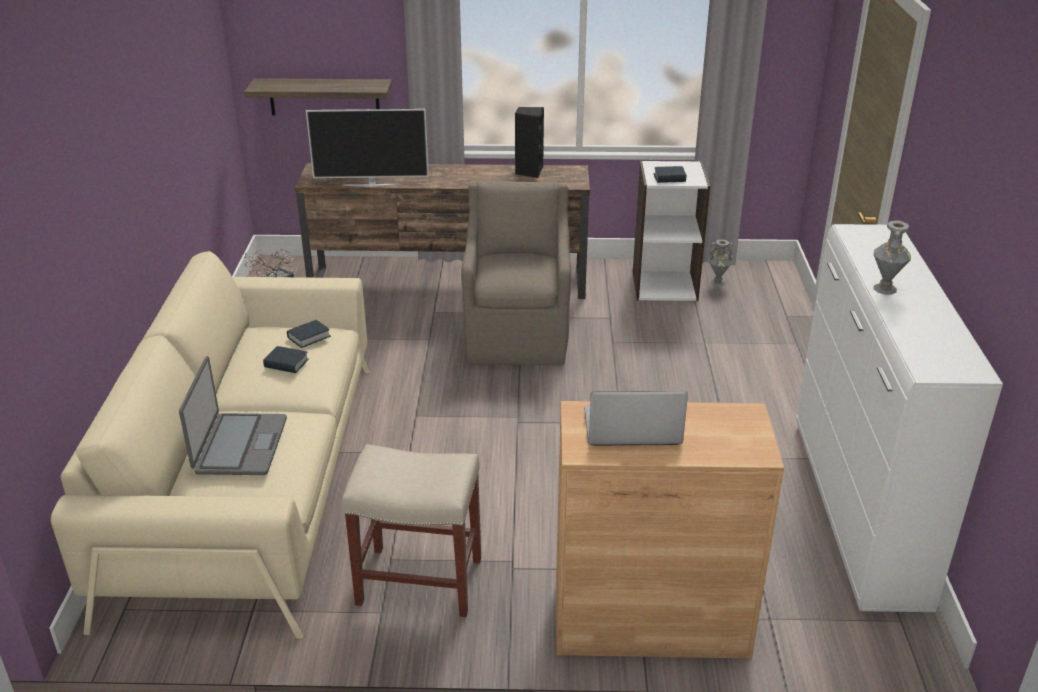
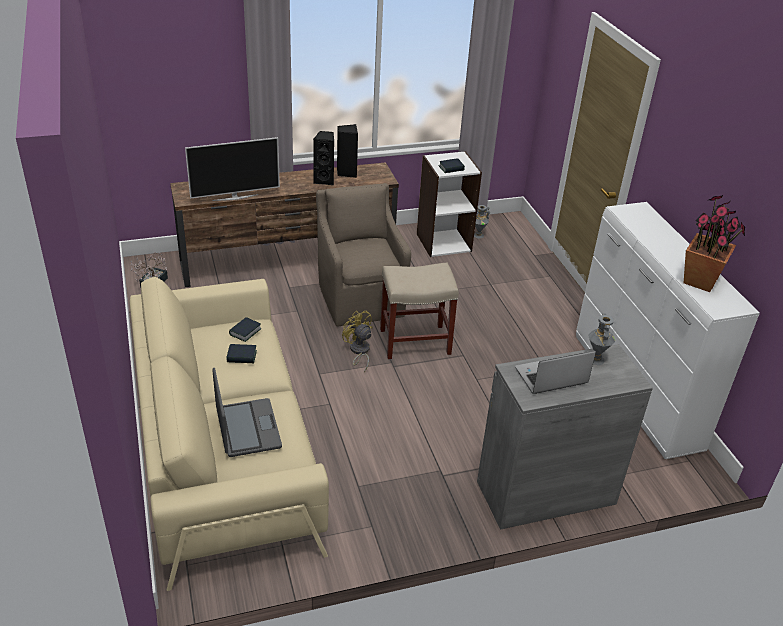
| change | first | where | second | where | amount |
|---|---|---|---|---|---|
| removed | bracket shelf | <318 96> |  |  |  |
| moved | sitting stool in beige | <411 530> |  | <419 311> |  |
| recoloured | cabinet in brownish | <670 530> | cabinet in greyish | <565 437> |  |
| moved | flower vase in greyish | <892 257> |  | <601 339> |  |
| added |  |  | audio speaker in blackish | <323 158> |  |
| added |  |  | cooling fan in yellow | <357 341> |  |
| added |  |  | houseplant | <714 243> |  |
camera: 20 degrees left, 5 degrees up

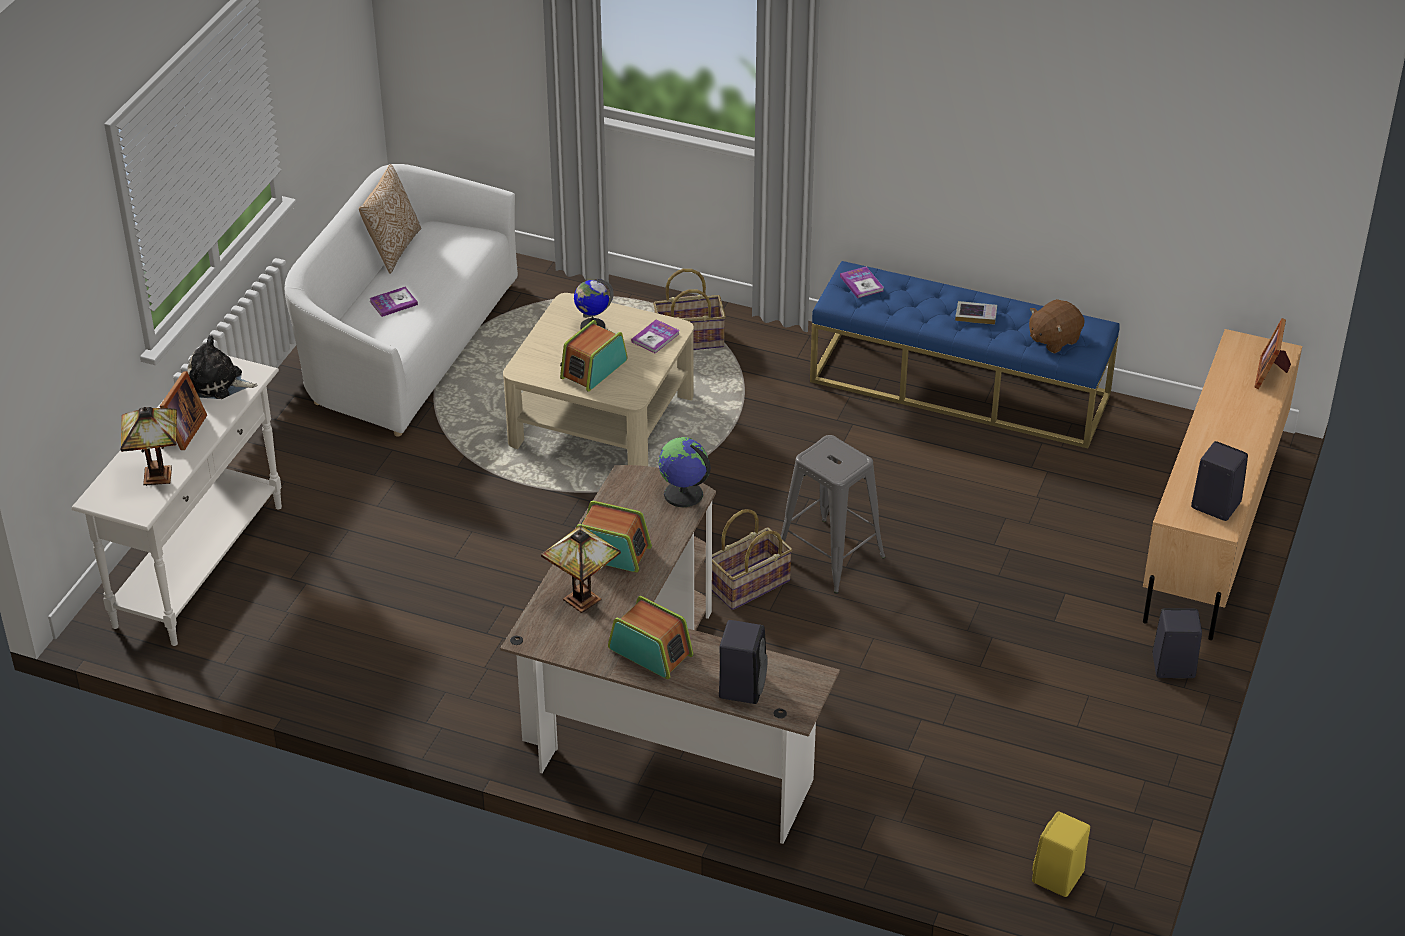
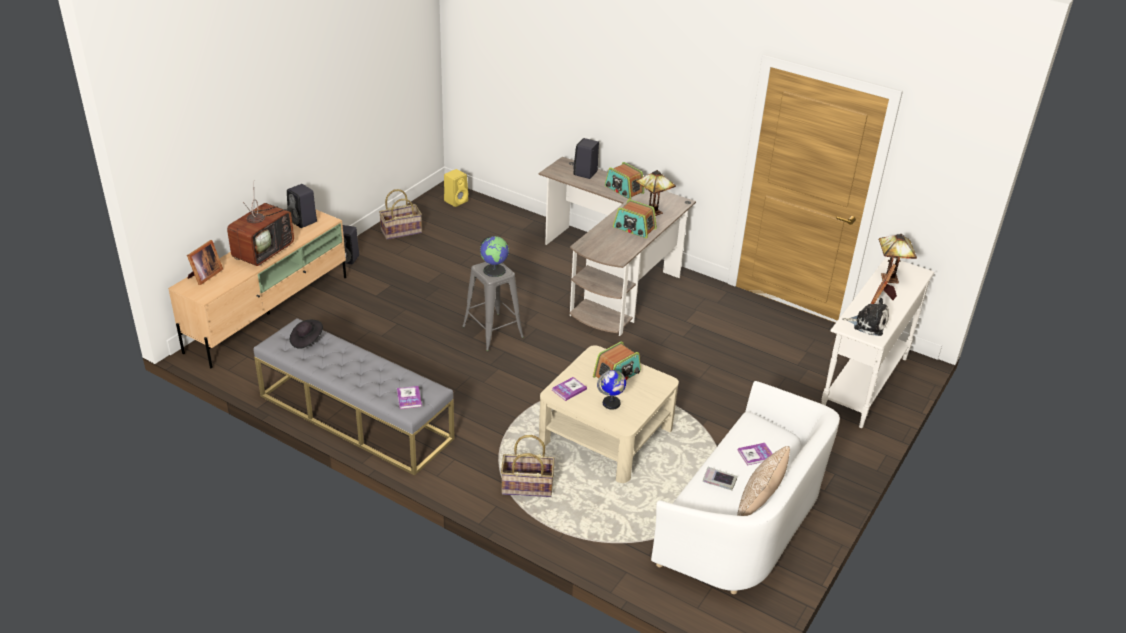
| change | first | where | second | where | amount |
|---|---|---|---|---|---|
| moved | desk globe | <685 472> |  | <494 256> |  |
| moved | basket | <752 559> |  | <400 214> |  |
| recoloured | long seat in bluish | <965 354> | long seat in greyish | <354 397> |  |
| moved | book | <976 313> |  | <720 478> |  |
| replaced | cuddly toy in brownish | <1057 326> | hat in blackish | <306 334> |  |
| added |  |  | TV | <260 223> |  |
camera: 170 degrees left, 5 degrees down

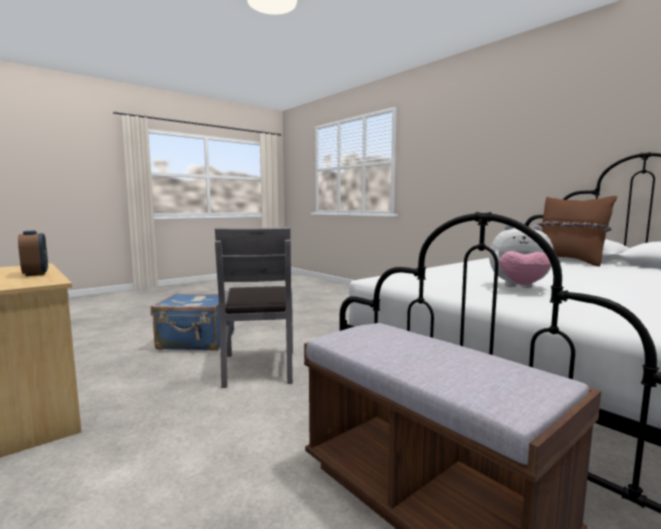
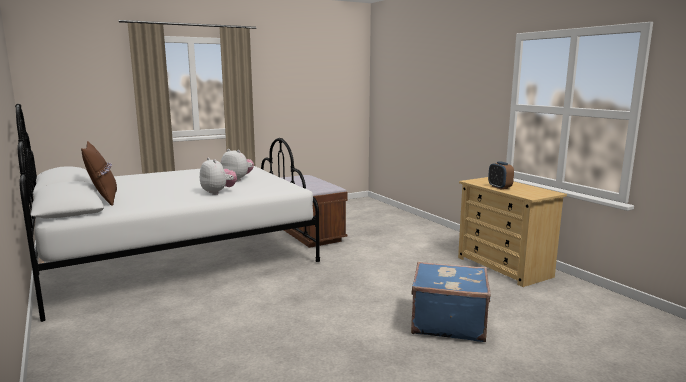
| change | first | where | second | where | amount |
|---|---|---|---|---|---|
| removed | chair in greyish | <254 307> |  |  |  |
| added |  |  | cuddly toy | <218 176> |  |
camera: 170 degrees left, 5 degrees up

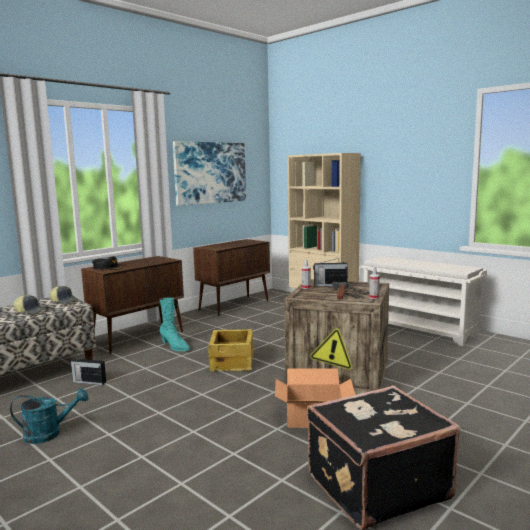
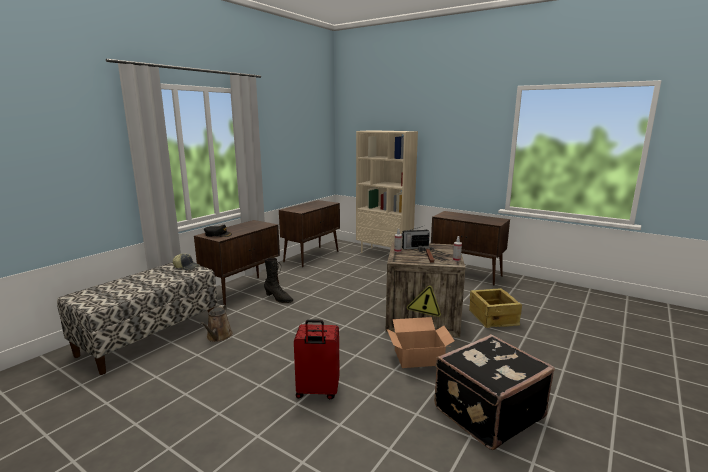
| change | first | where | second | where | amount |
|---|---|---|---|---|---|
| removed | watering can in turquoise | <49 416> |  |  |  |
| removed | baseball cap | <30 305> |  |  |  |
| replaced | radio set | <88 370> | watering can in brownish | <216 323> |  |
| recoloured | high-top boot in turquoise | <175 324> | high-top boot in blackish | <278 280> |  |
| removed | picture | <209 173> |  |  |  |
| moved | shipping crate | <230 350> |  | <495 308> |  |
| replaced | shoe rack in white | <423 301> | cabinet in brownish | <470 248> |  |
| added |  |  | piece of luggage in red | <317 359> |  |
camera: 10 degrees left, 5 degrees up

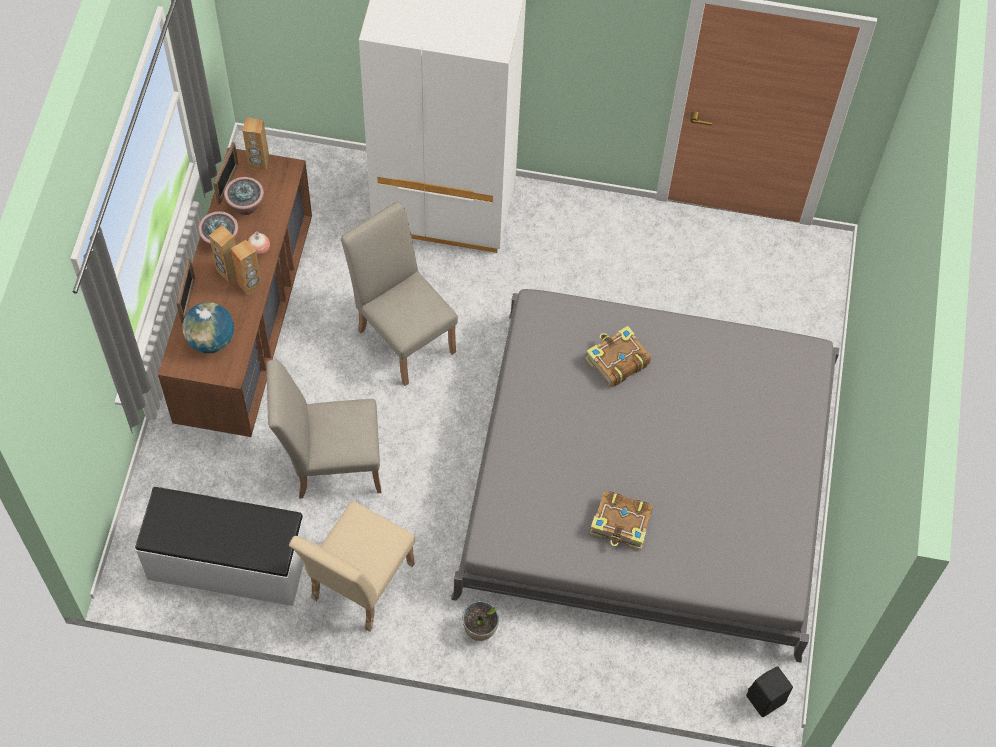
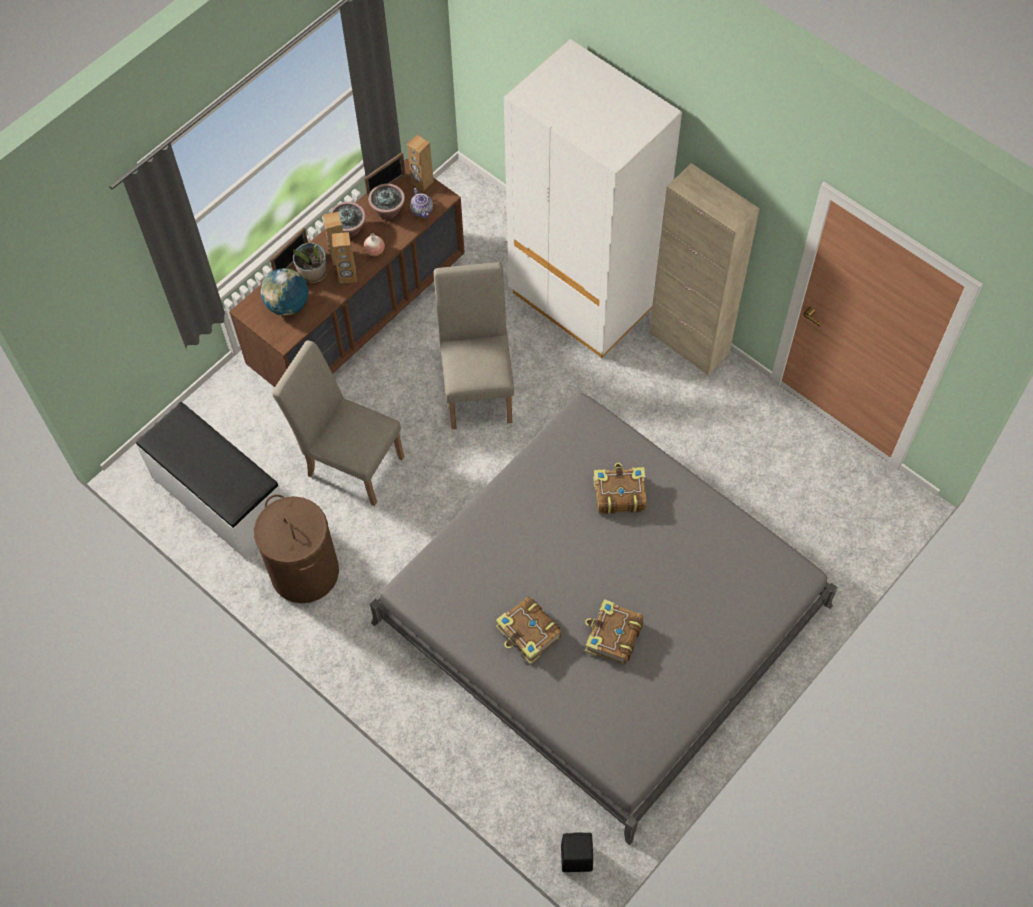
| change | first | where | second | where | amount |
|---|---|---|---|---|---|
| replaced | chair in beige | <352 566> | laundry basket in brownish | <296 548> |  |
| moved | houseplant | <480 621> |  | <310 263> |  |
| added |  |  | tea pot | <421 203> |  |
| added |  |  | book | <614 632> |  |
| added |  |  | cabinet in beige | <704 269> |  |
camera: 35 degrees right, 0 degrees up

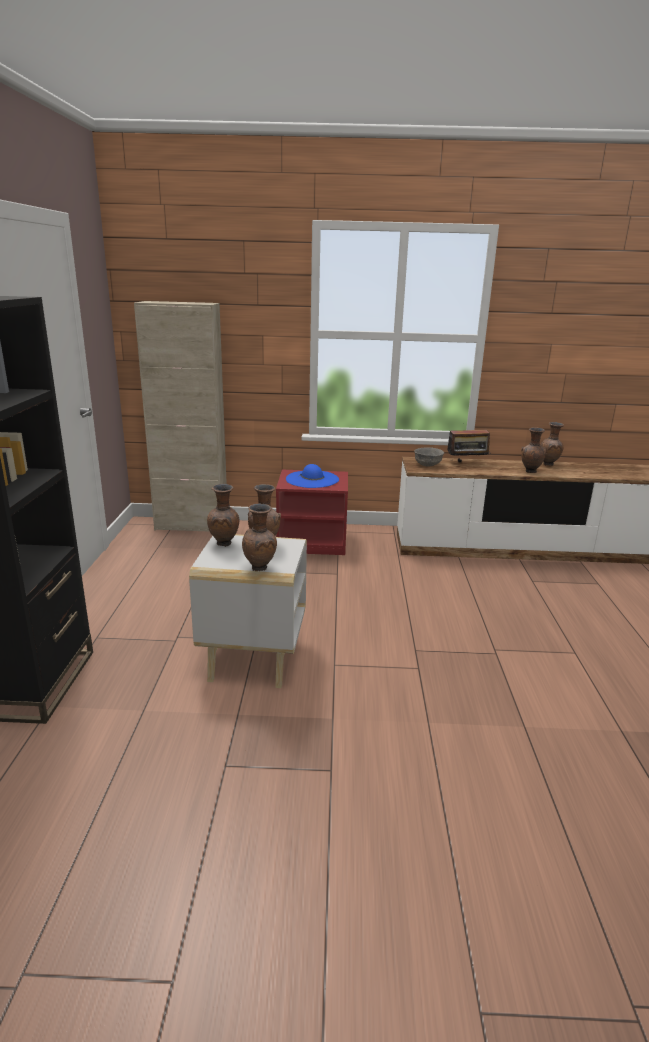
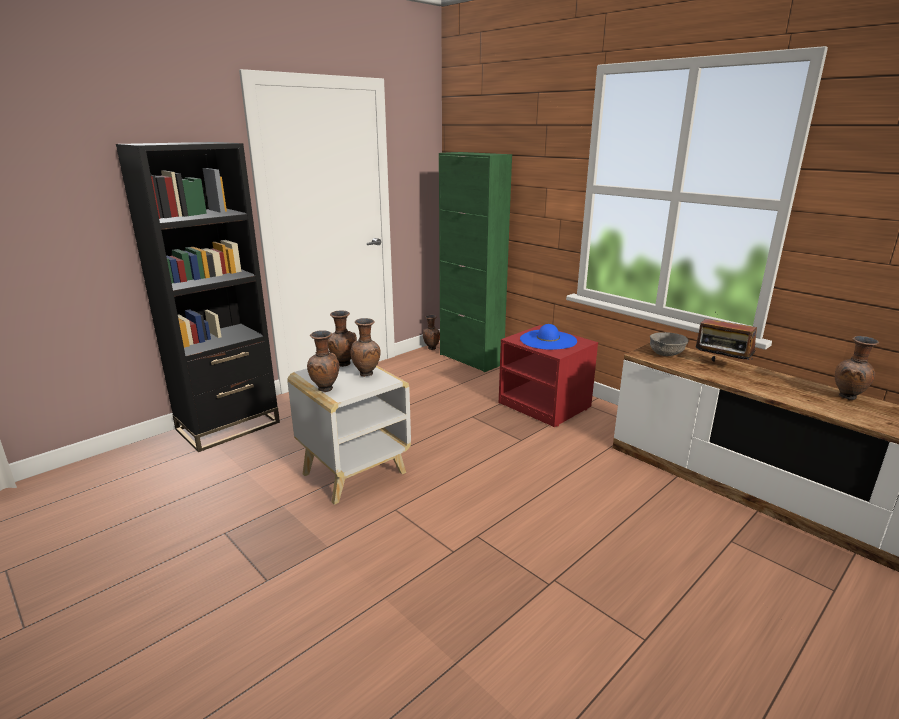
| change | first | where | second | where | amount |
|---|---|---|---|---|---|
| recoloured | cabinet in beige | <180 416> | cabinet in green | <475 262> |  |
| moved | flower vase in brownish | <534 450> |  | <431 332> |  |
camera: 45 degrees right, 0 degrees up

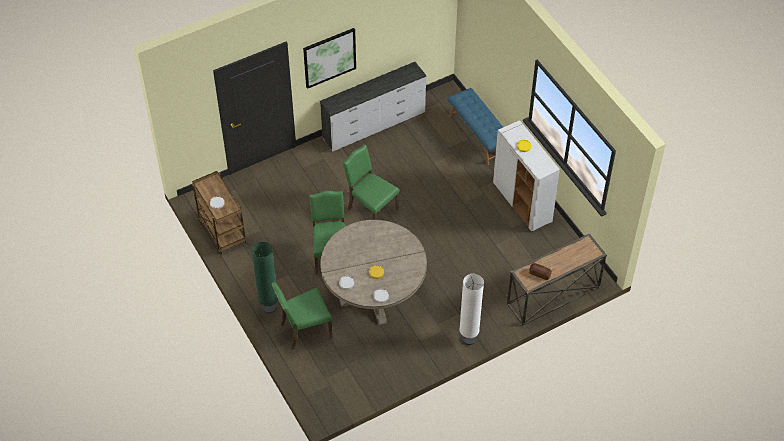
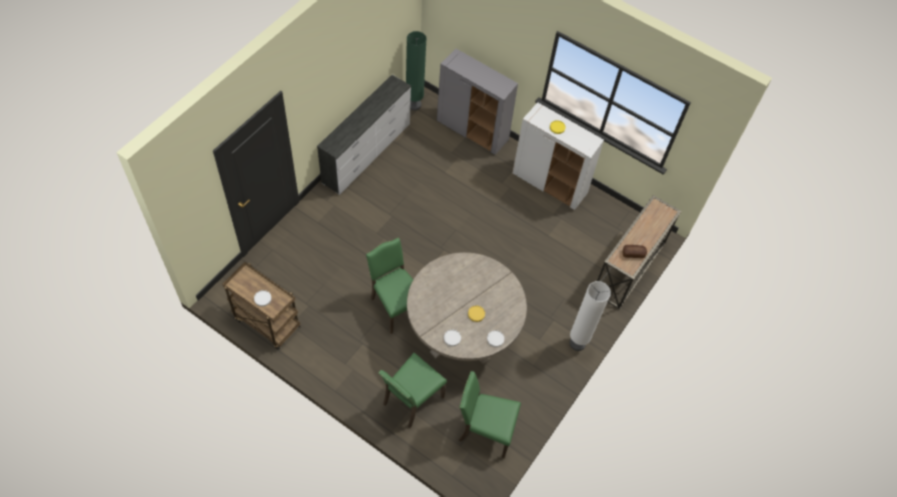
| change | first | where | second | where | amount |
|---|---|---|---|---|---|
| moved | floor lamp in green | <265 277> |  | <416 70> |  |
| removed | picture | <329 58> |  |  |  |
| moved | chair in green | <371 182> |  | <489 414> |  |
| replaced | long seat in bluish | <475 126> | cabinet in greyish | <477 102> |  |
camera: 30 degrees left, 5 degrees up

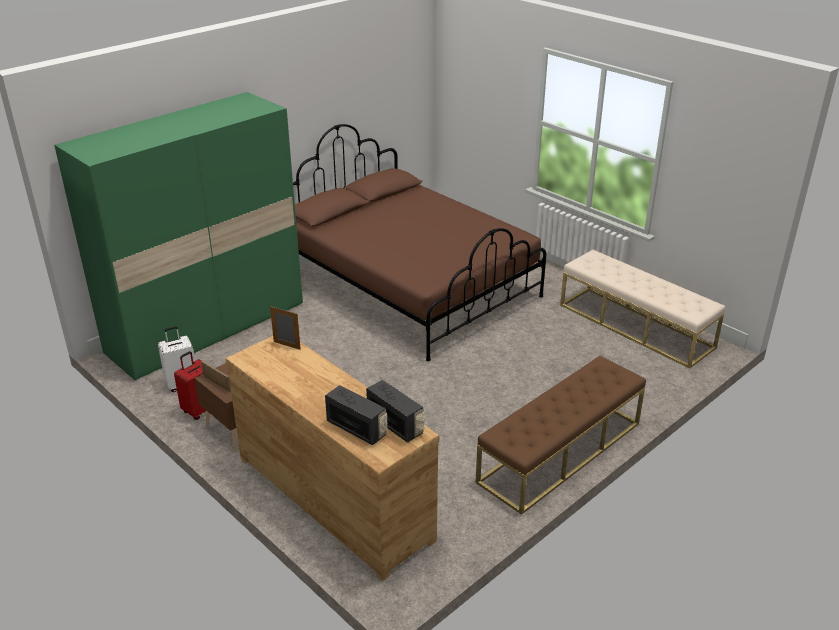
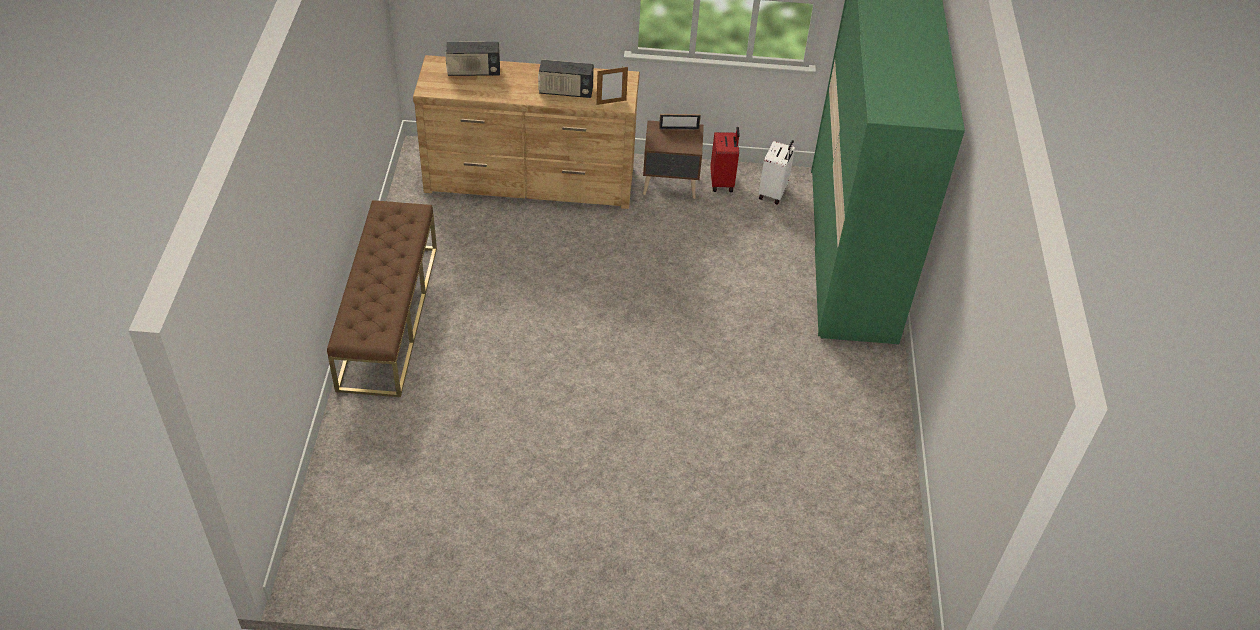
| change | first | where | second | where | amount |
|---|---|---|---|---|---|
| removed | bed in brownish | <419 242> |  |  |  |
| moved | radio set | <395 411> |  | <566 78> |  |
| removed | long seat in beige | <642 309> |  |  |  |
camera: 135 degrees right, 15 degrees up

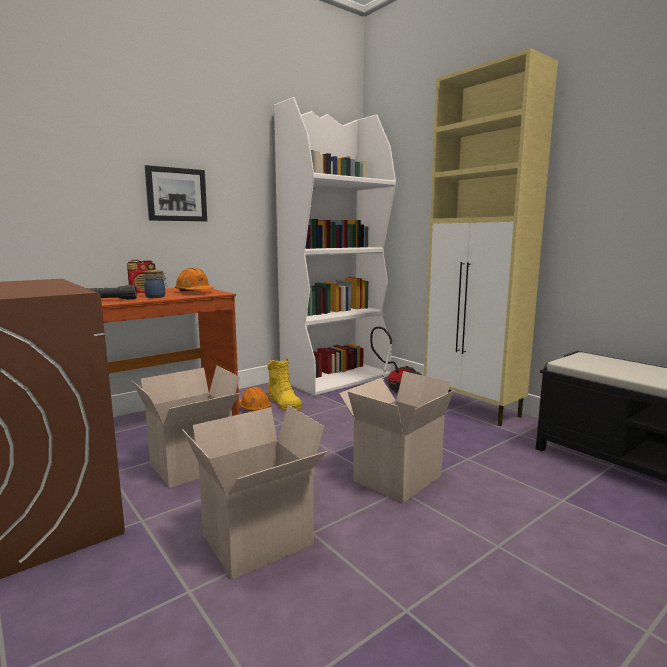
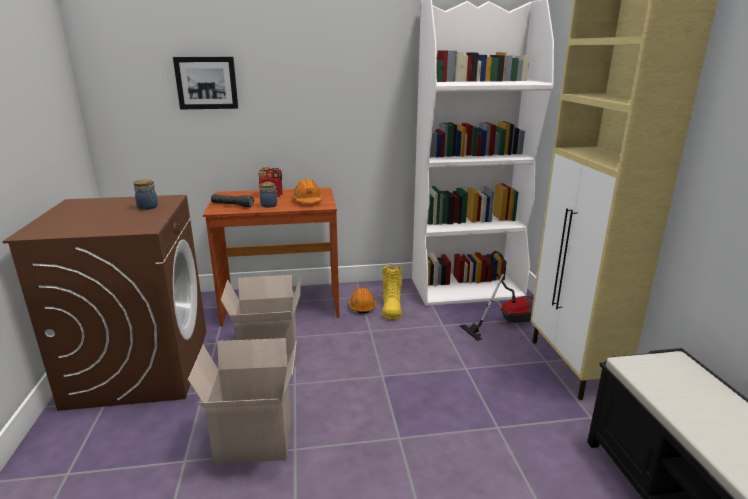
| change | first | where | second | where | amount |
|---|---|---|---|---|---|
| moved | picture | <176 193> |  | <205 83> |  |
| removed | carton | <397 437> |  |  |  |
| added |  |  | storage jar | <145 194> |  |
camera: 30 degrees right, 10 degrees up

